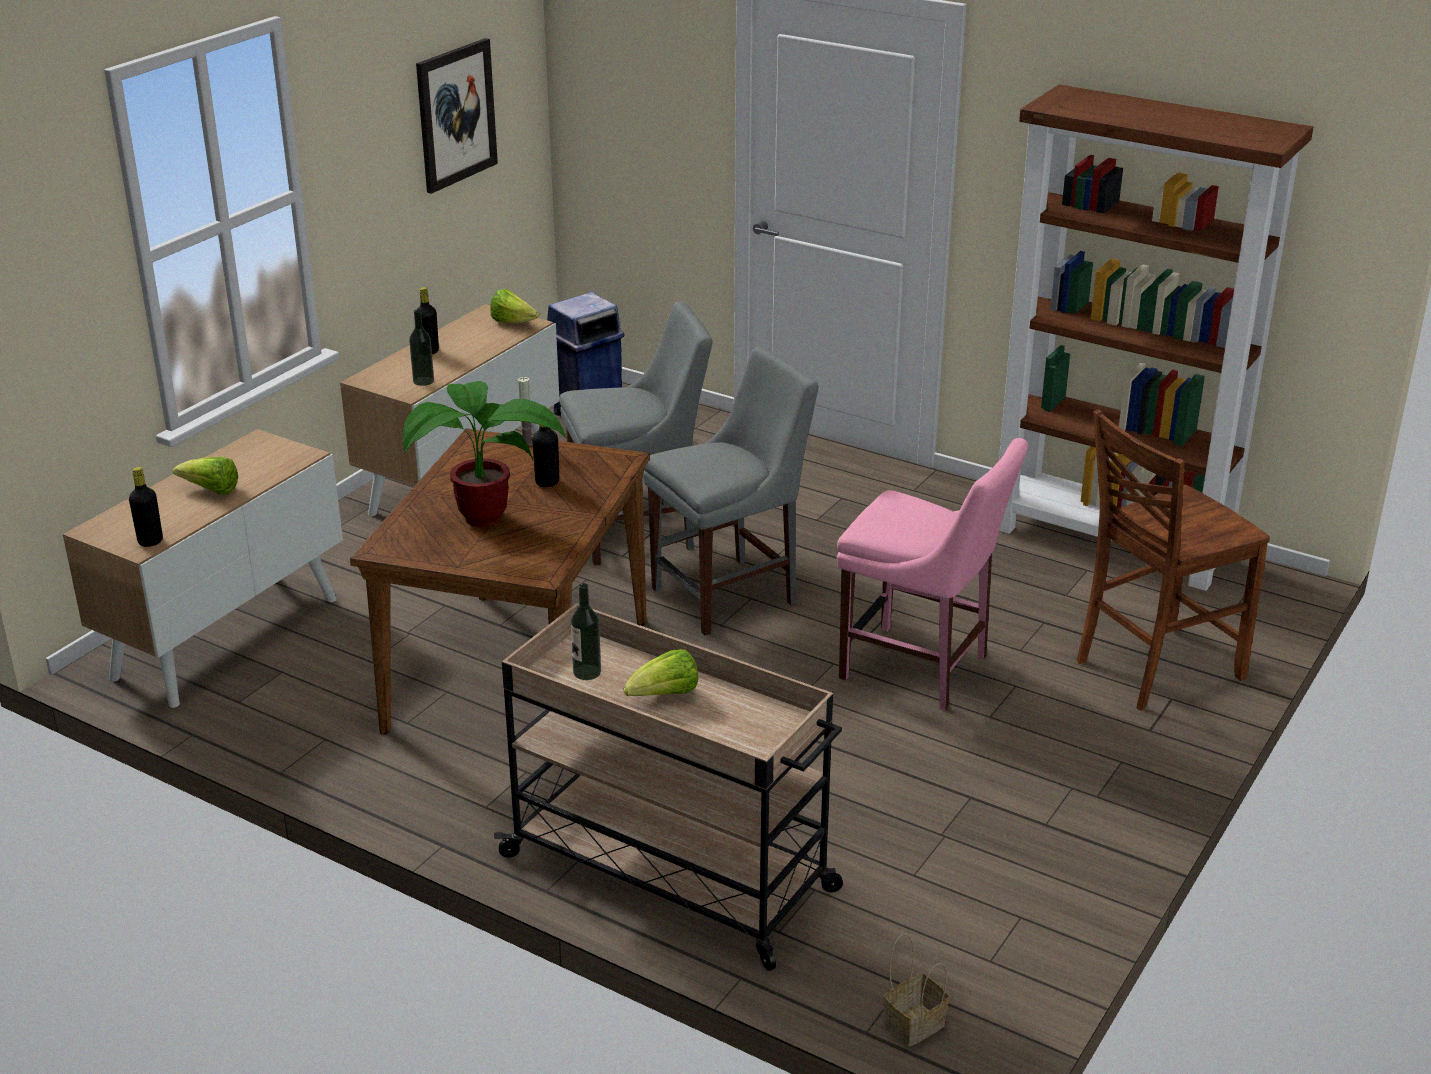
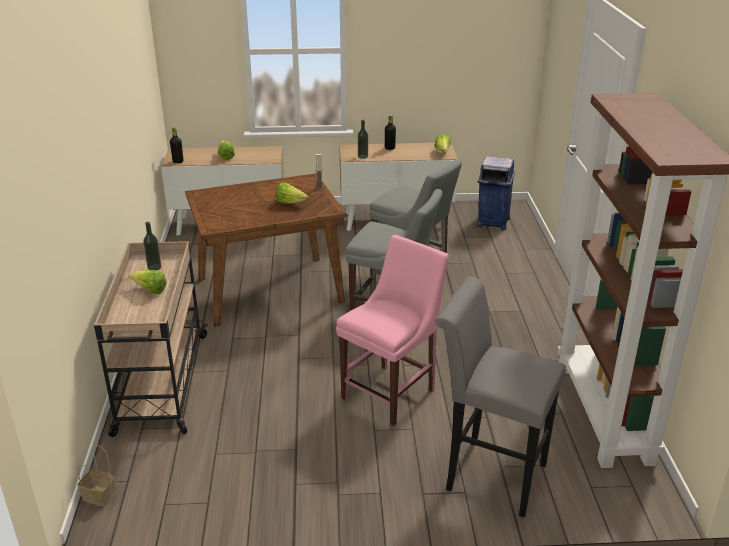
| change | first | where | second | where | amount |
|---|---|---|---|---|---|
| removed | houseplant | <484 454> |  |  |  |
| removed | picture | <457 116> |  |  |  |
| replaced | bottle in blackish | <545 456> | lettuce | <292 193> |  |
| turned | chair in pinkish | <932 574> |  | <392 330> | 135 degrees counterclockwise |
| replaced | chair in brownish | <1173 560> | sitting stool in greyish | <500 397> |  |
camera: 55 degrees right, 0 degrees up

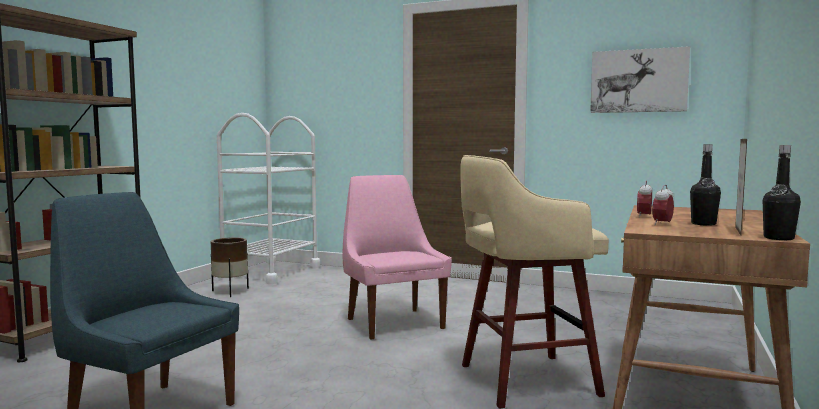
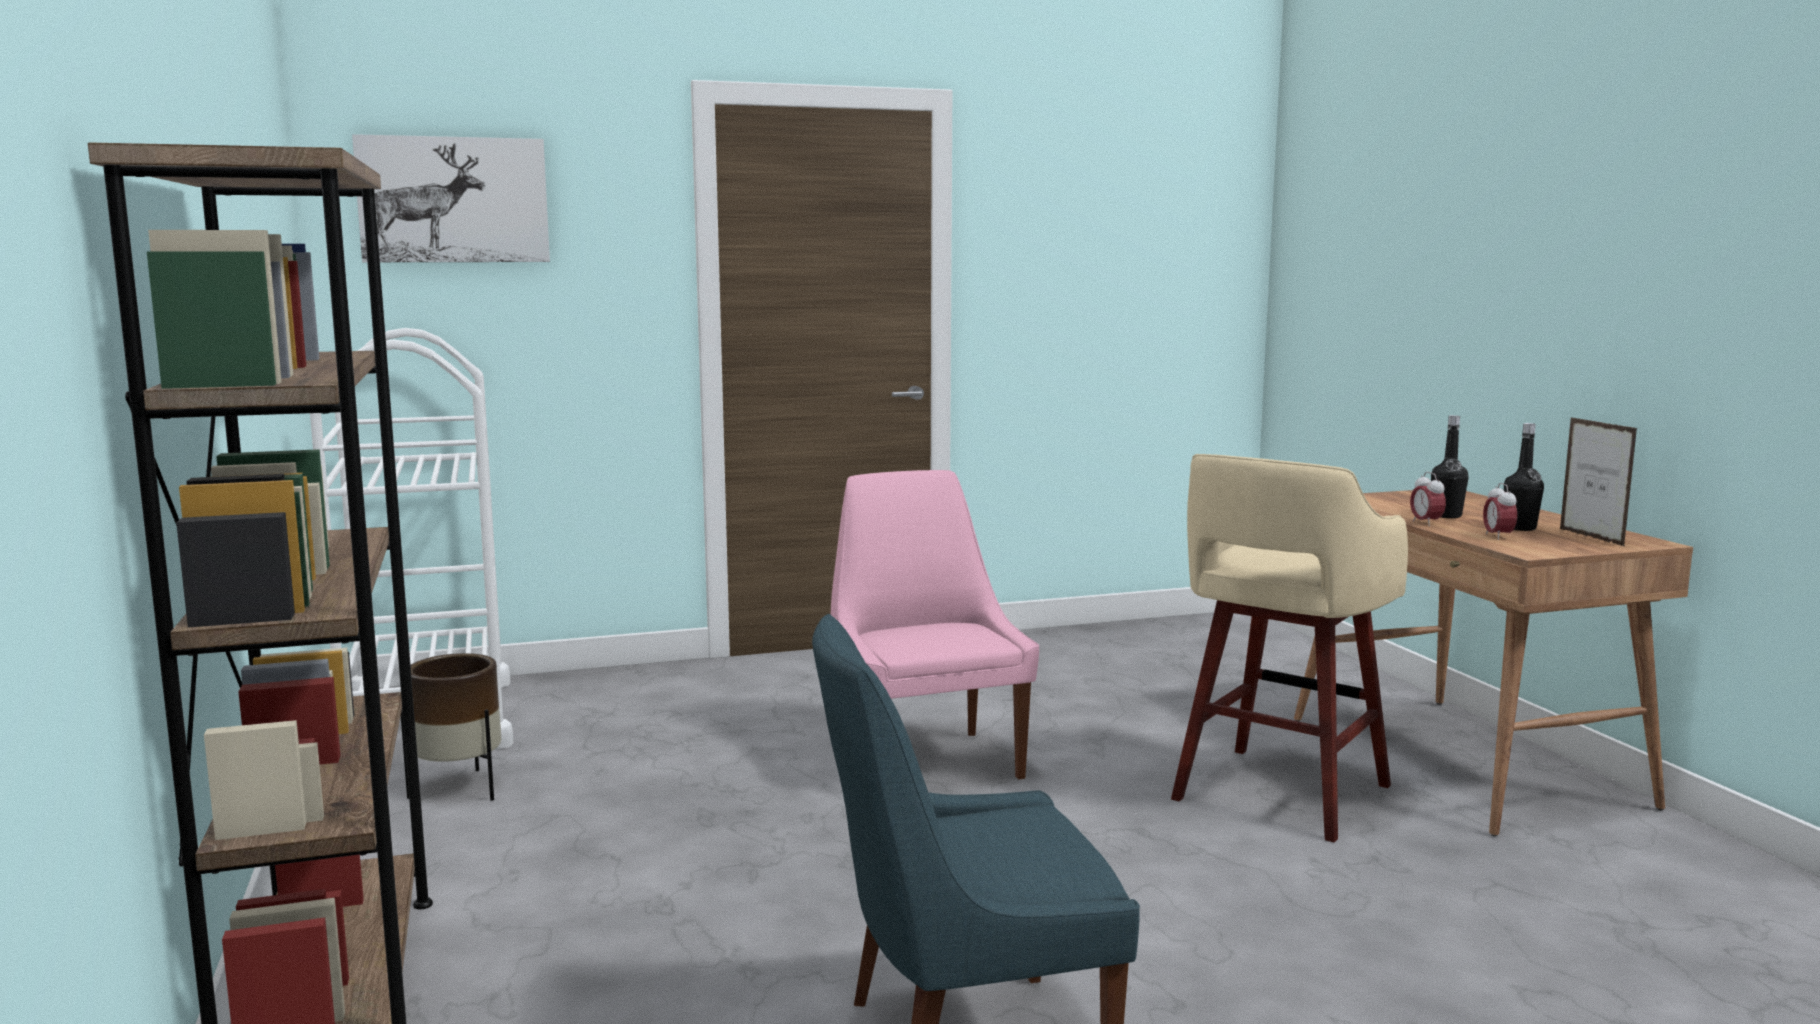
| change | first | where | second | where | amount |
|---|---|---|---|---|---|
| turned | chair in pinkish | <397 257> |  | <935 625> | 45 degrees clockwise |
| moved | picture | <640 79> |  | <451 198> |  |
| moved | bottle in blackish | <782 192> |  | <1450 466> |  |
camera: 40 degrees left, 5 degrees up

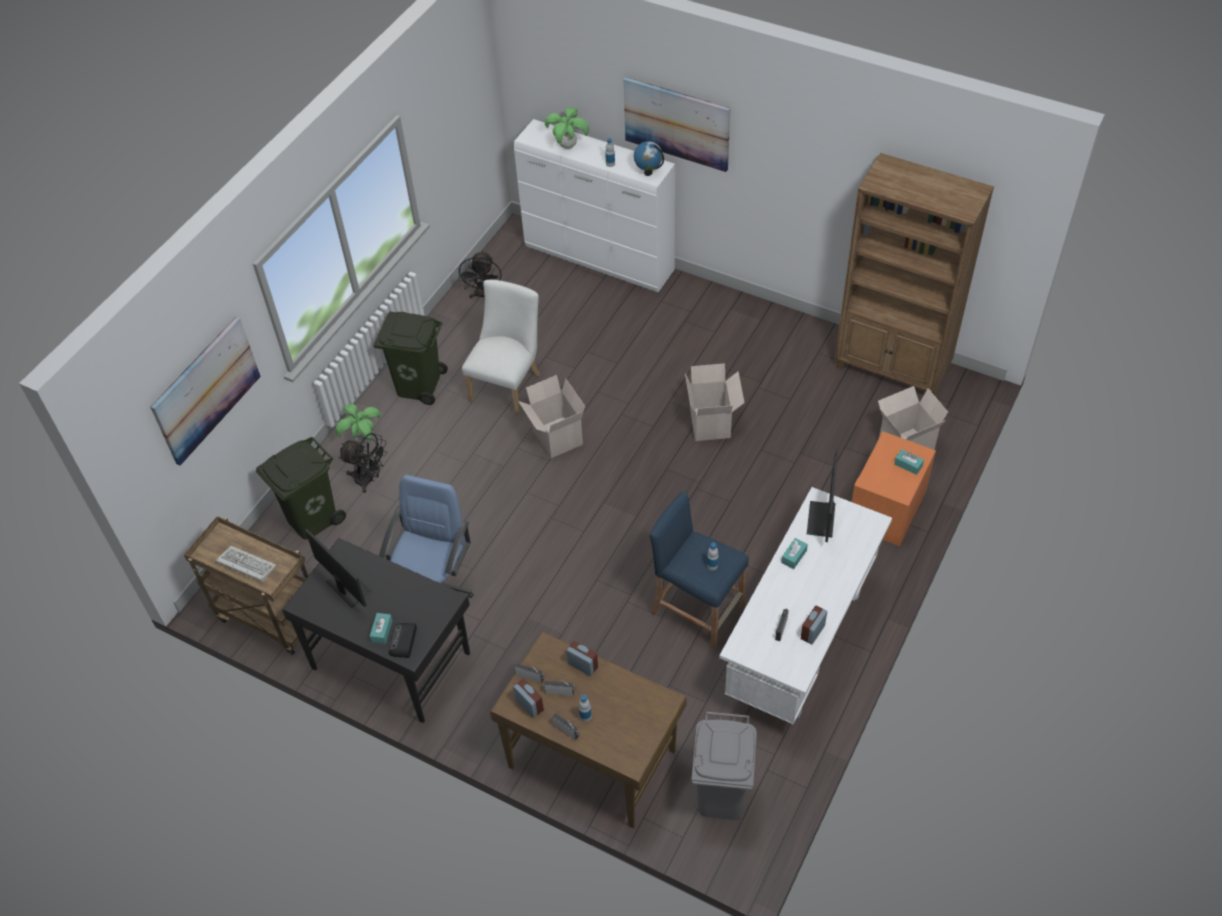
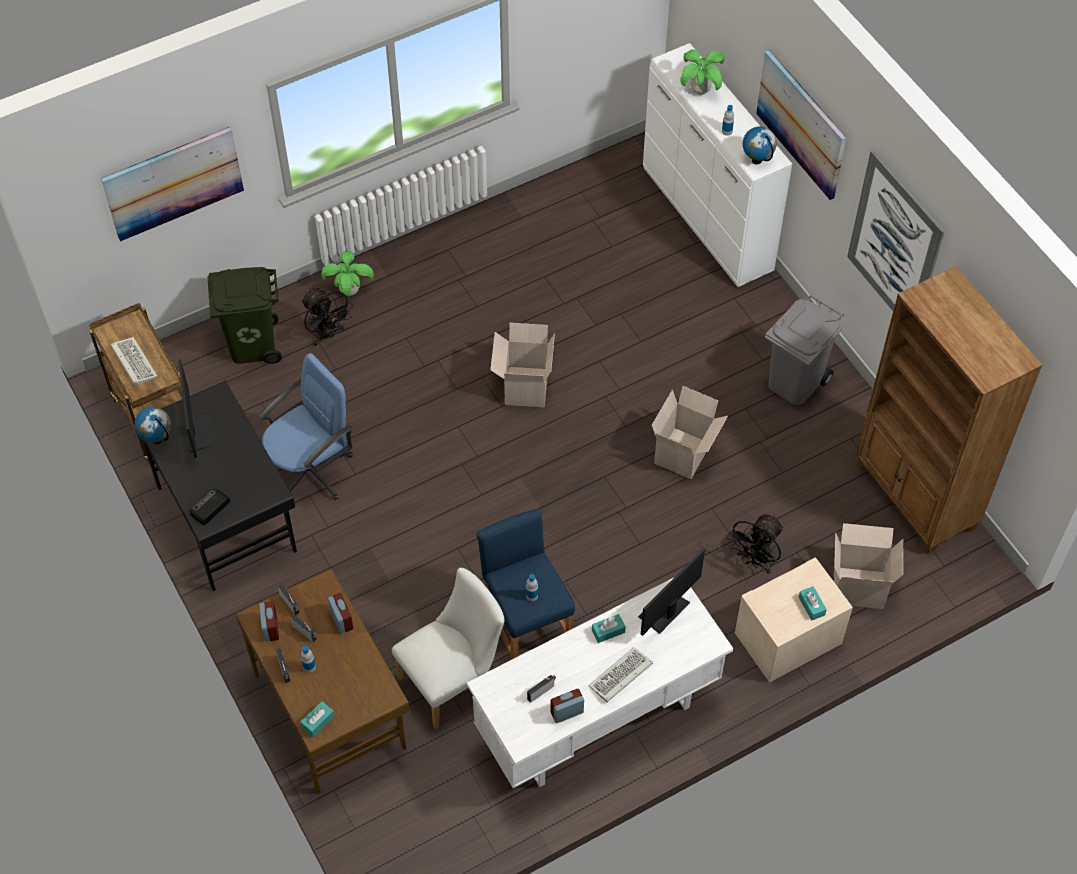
| change | first | where | second | where | amount |
|---|---|---|---|---|---|
| moved | tissue box in turquoise | <381 628> |  | <317 719> |  |
| removed | rubbish bin in green | <410 358> |  |  |  |
| moved | cooling fan in blackish | <480 275> |  | <755 544> |  |
| moved | chair in white | <501 348> |  | <448 648> |  |
| moved | rubbish bin in greyish | <724 765> |  | <804 349> |  |
| recoloured | nightstand in orange | <894 489> | nightstand in beige | <794 620> |  |
| added |  |  | desk globe | <152 425> |  |
| added |  |  | PC keyboard | <620 674> |  |
| added |  |  | picture | <896 230> |  |
camera: 30 degrees right, 5 degrees up

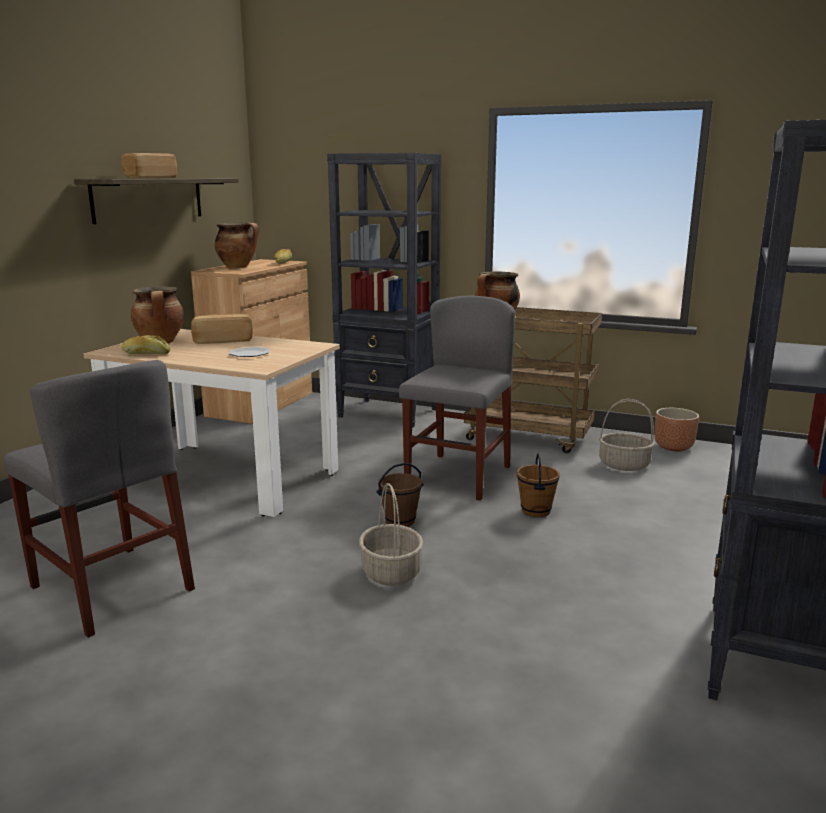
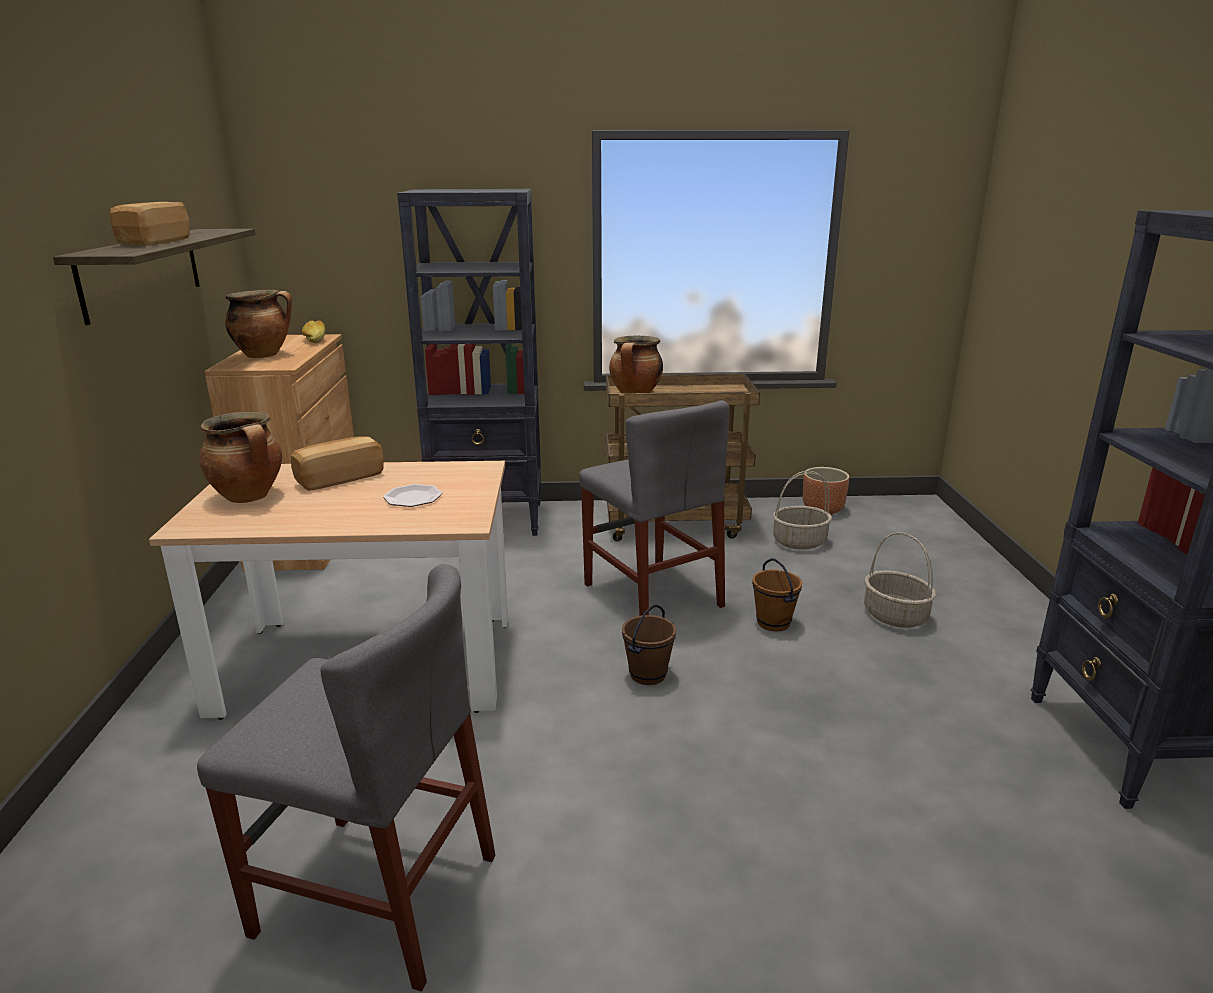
| change | first | where | second | where | amount |
|---|---|---|---|---|---|
| removed | bread | <145 344> |  |  |  |
| moved | basket | <391 534> |  | <900 580> |  |
| turned | chair in greyish | <457 398> |  | <654 508> | 150 degrees clockwise |
camera: 25 degrees left, 5 degrees up

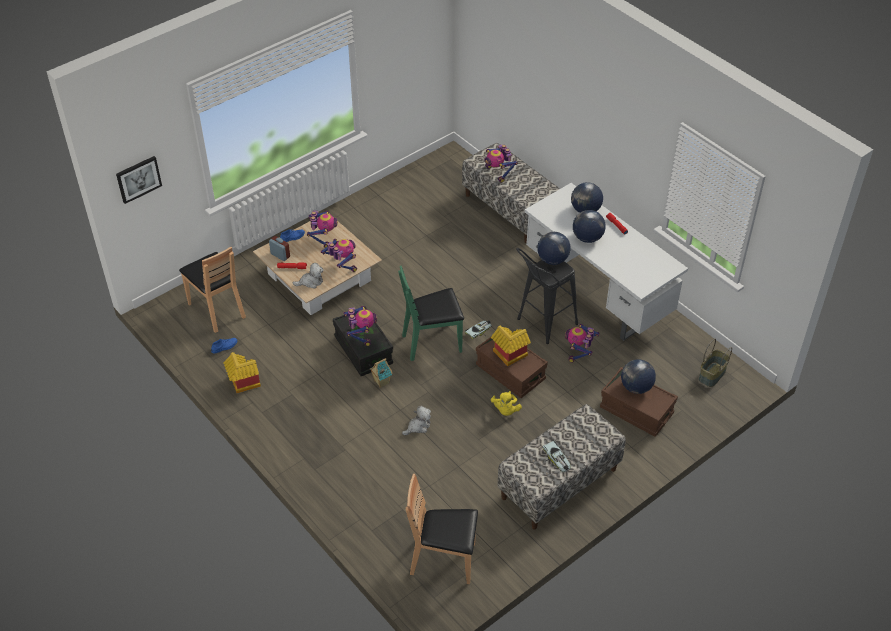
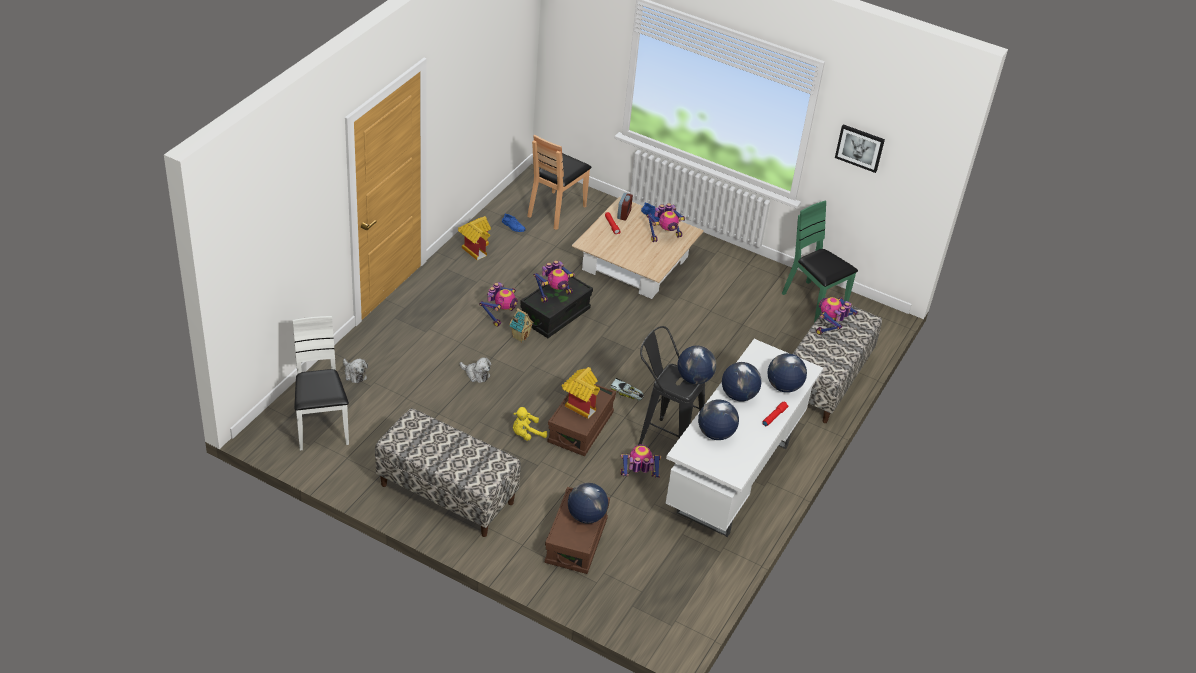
| change | first | where | second | where | amount |
|---|---|---|---|---|---|
| moved | picture | <139 180> |  | <860 148> |  |
| moved | cuddly toy | <308 276> |  | <355 370> |  |
| moved | toy robot | <339 255> |  | <498 304> |  |
| moved | chair in green | <431 313> |  | <820 262> |  |
| recoloured | chair in brownish | <442 529> | chair in white | <321 383> |  |
| removed | toy car | <557 456> |  |  |  |
| removed | basket | <715 362> |  |  |  |
| added |  |  | desk globe | <718 419> |  |
camera: 65 degrees right, 5 degrees down

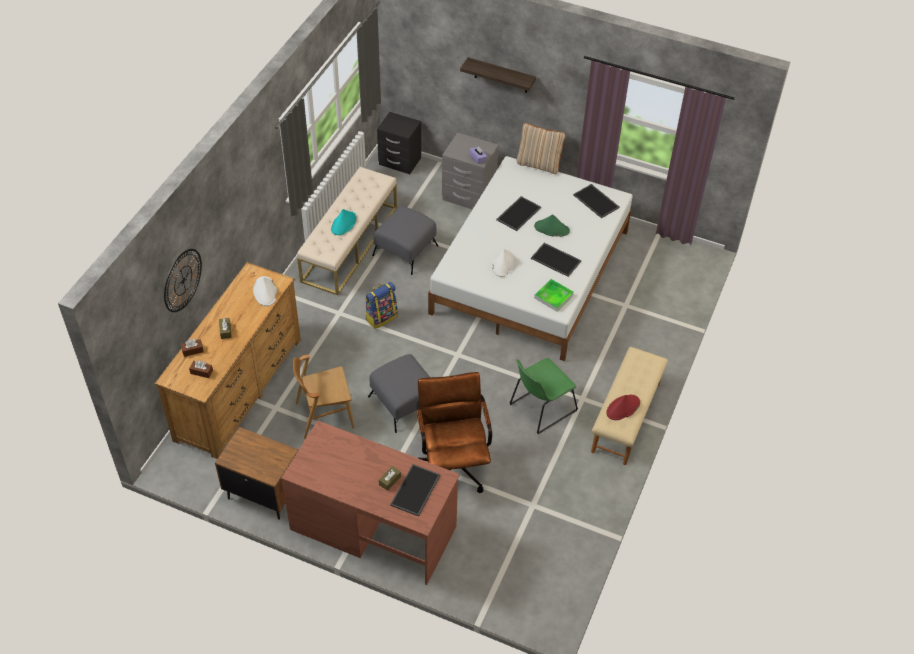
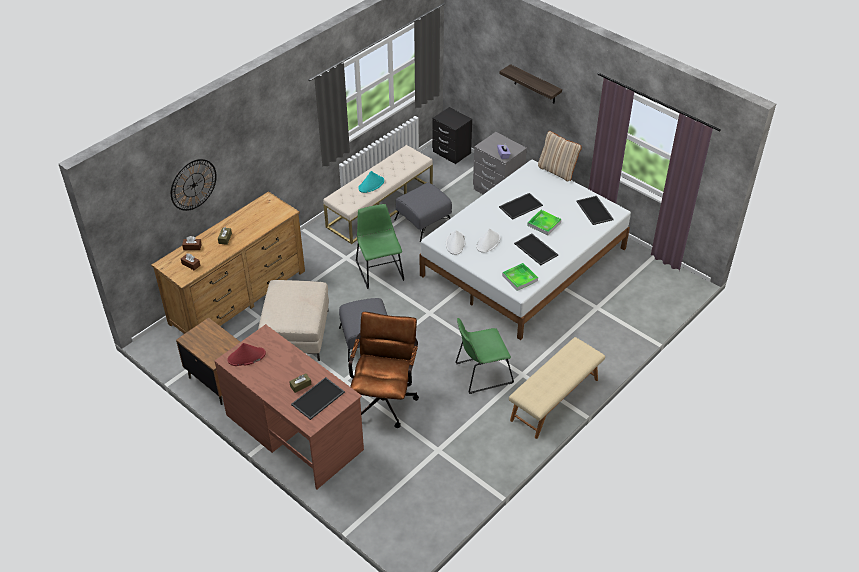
| change | first | where | second | where | amount |
|---|---|---|---|---|---|
| moved | hat in white | <265 291> |  | <455 242> |  |
| replaced | chair in brownish | <324 397> | ottoman in beige | <293 320> |  |
| replaced | backpack | <381 305> | chair in green | <380 246> |  |
| replaced | hat in green | <552 226> | serving tray | <544 223> |  |
| moved | hat in red | <623 407> |  | <246 354> |  |
camera: 20 degrees right, 5 degrees down

